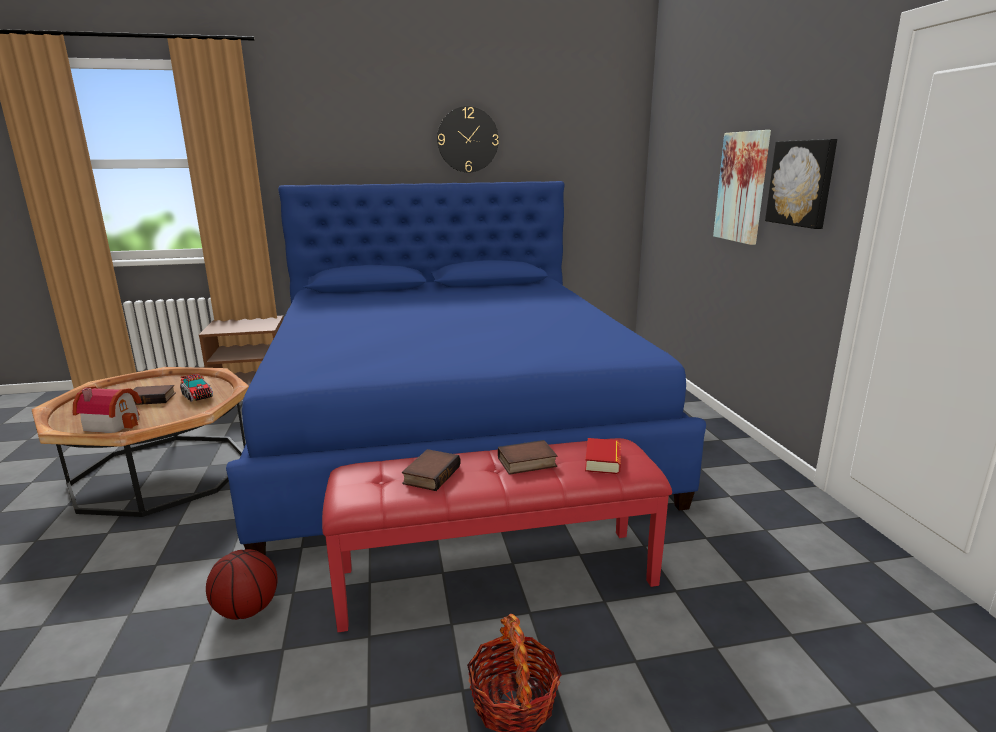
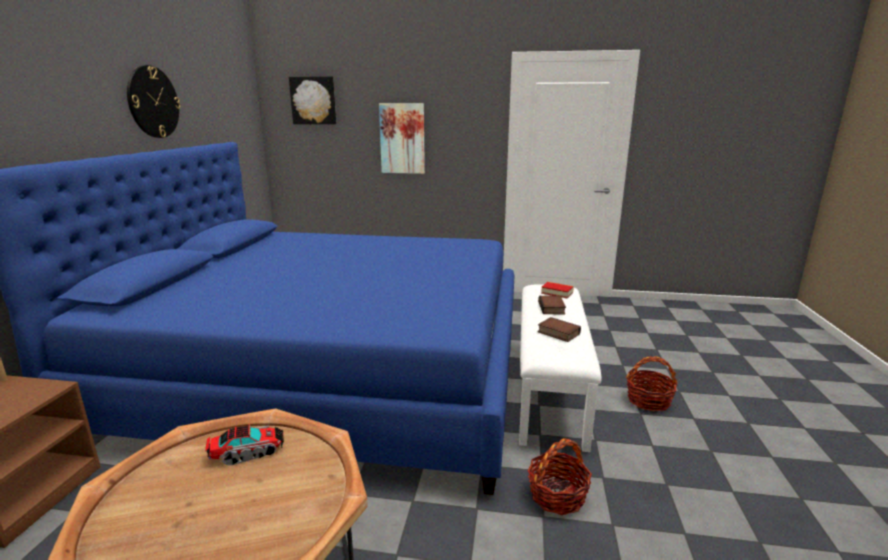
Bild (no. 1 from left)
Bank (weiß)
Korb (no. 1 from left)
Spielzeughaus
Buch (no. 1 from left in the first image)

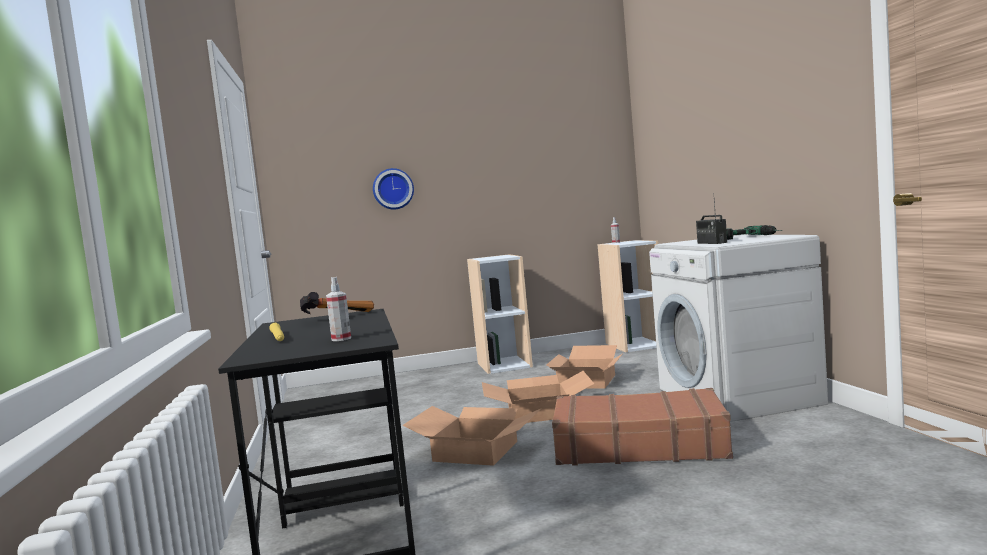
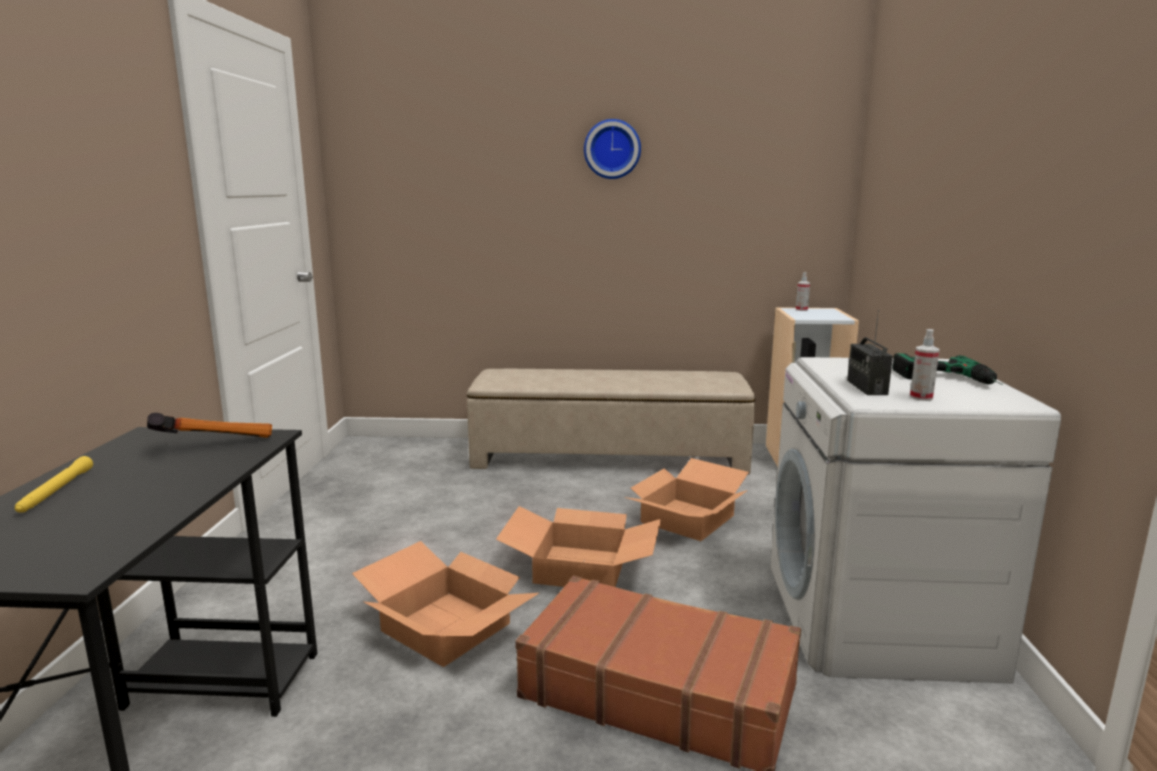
Bank (beige)
Wanduhr
Sprühflasche (no. 2 from left)

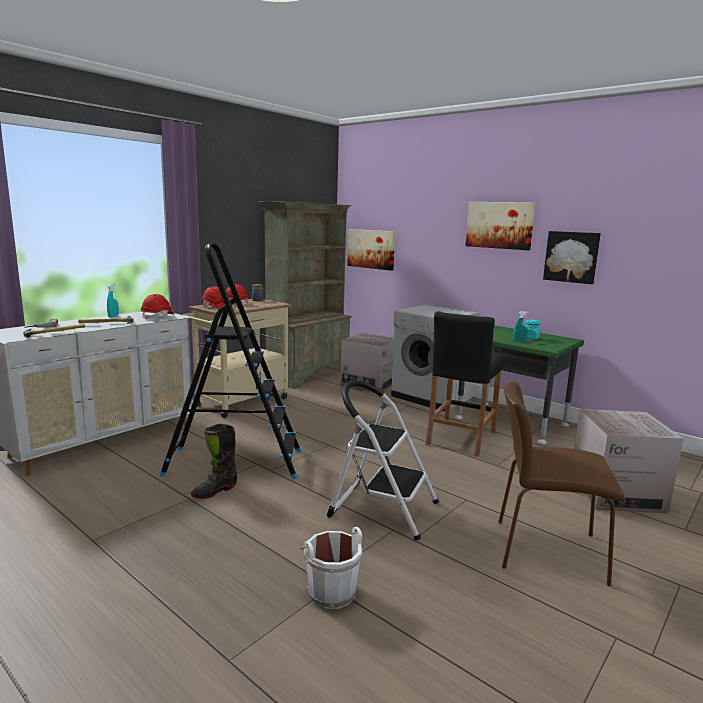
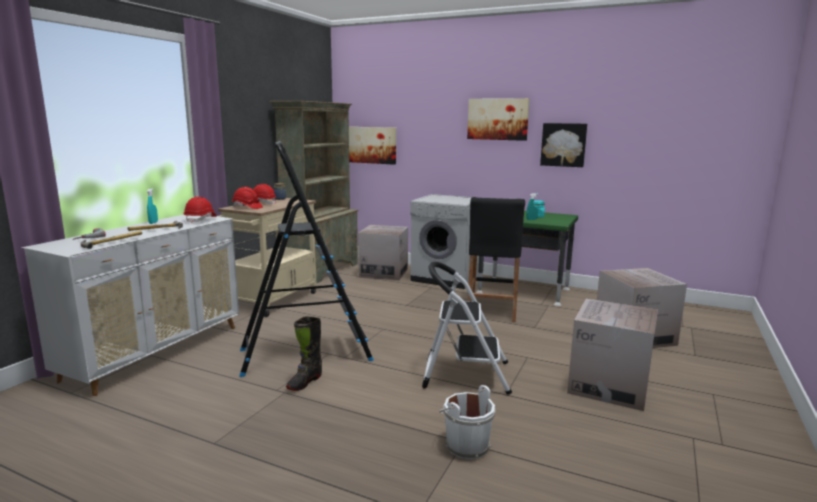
Karton (no. 2 from left)

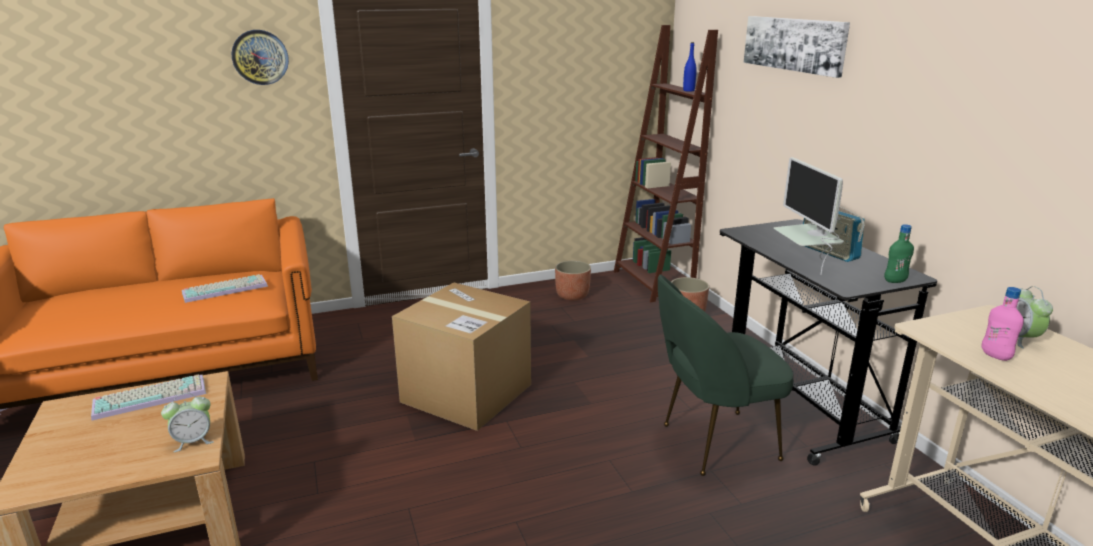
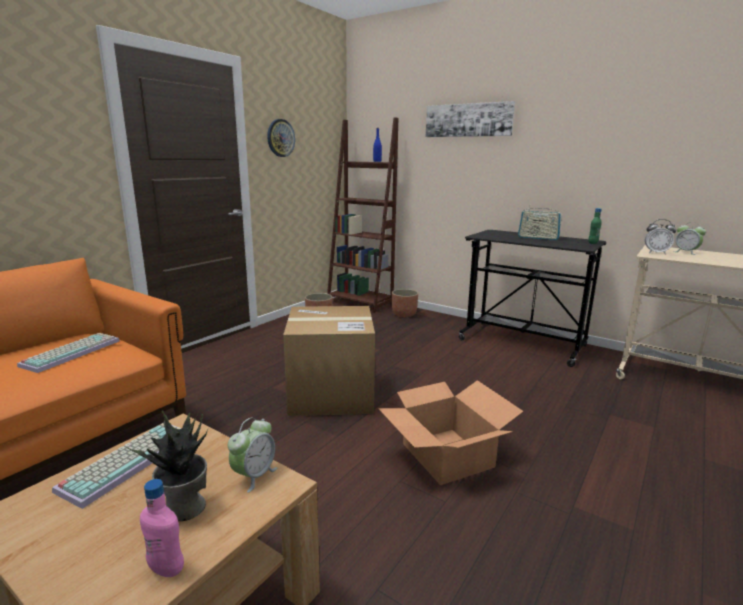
Topfpflanze
Flasche (rosa)
Wanduhr
Karton (no. 2 from left)
Wecker (no. 2 from left)
Stuhl (grün)
Monitor

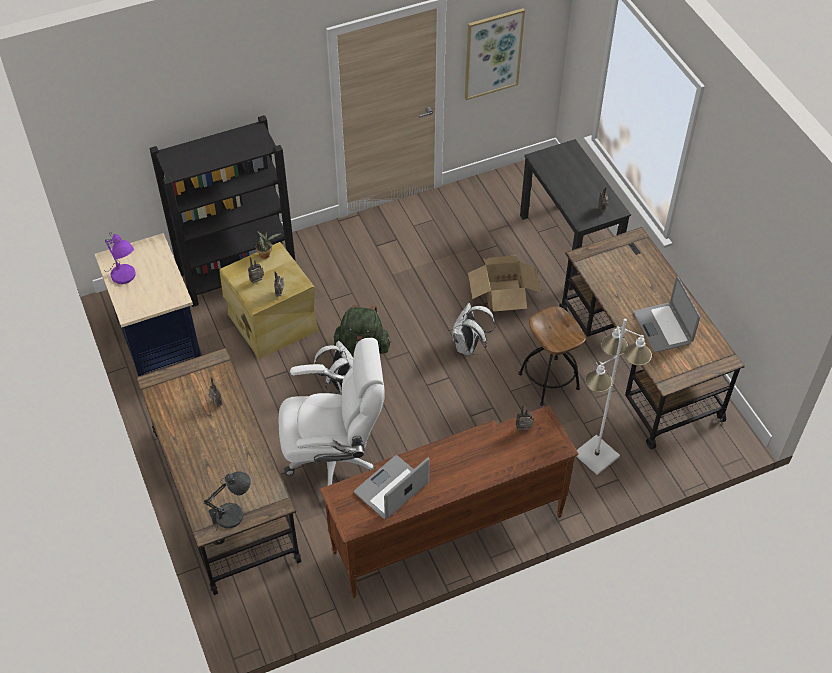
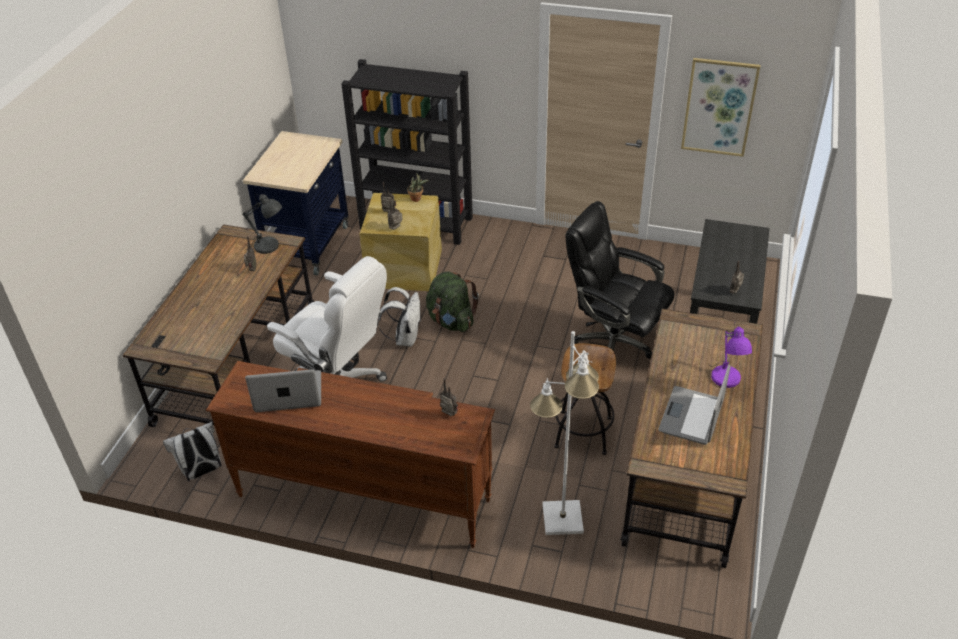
Rucksack (weiß) (no. 1 from left)
Tischlampe (grau)
Bürostuhl (schwarz)
Tischlampe (lila)

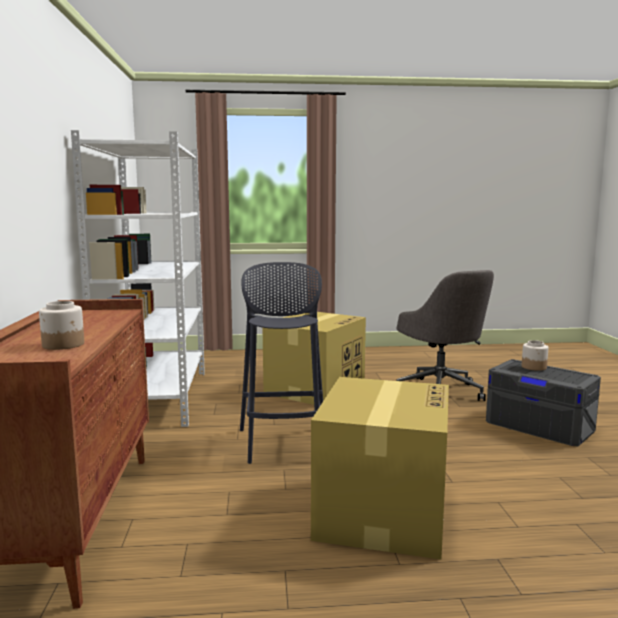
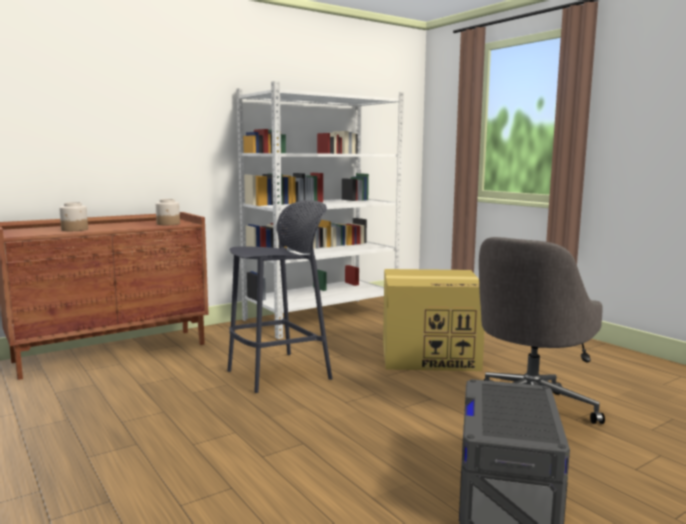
Vorratsglas (no. 2 from left)
Karton (no. 2 from left in the first image)

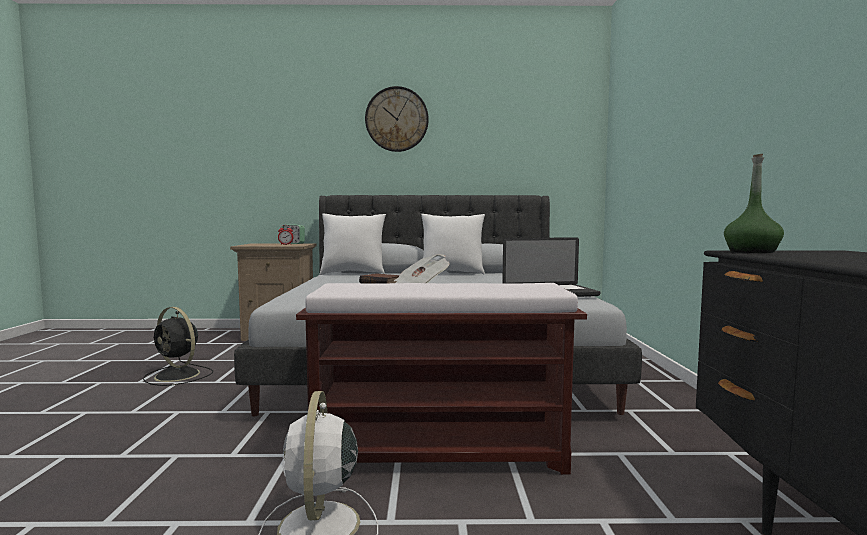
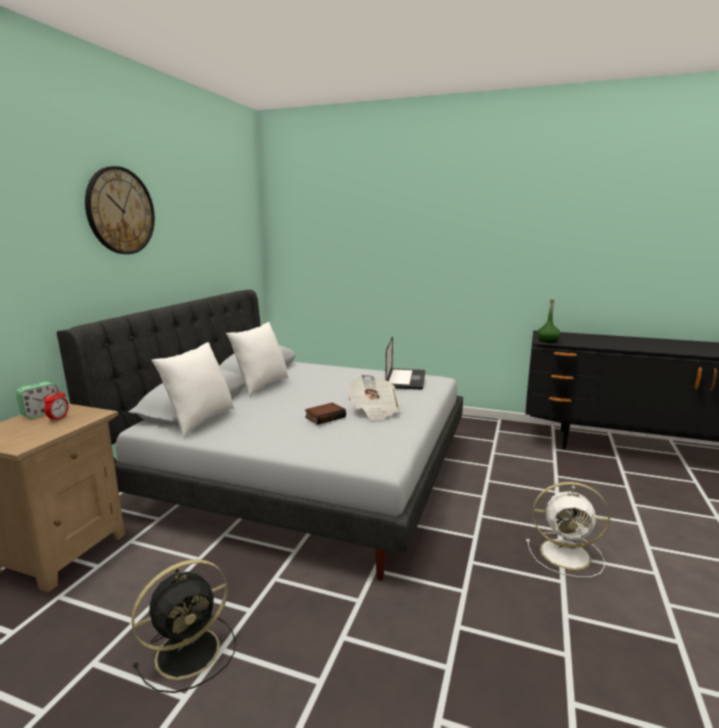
Bank (braun)

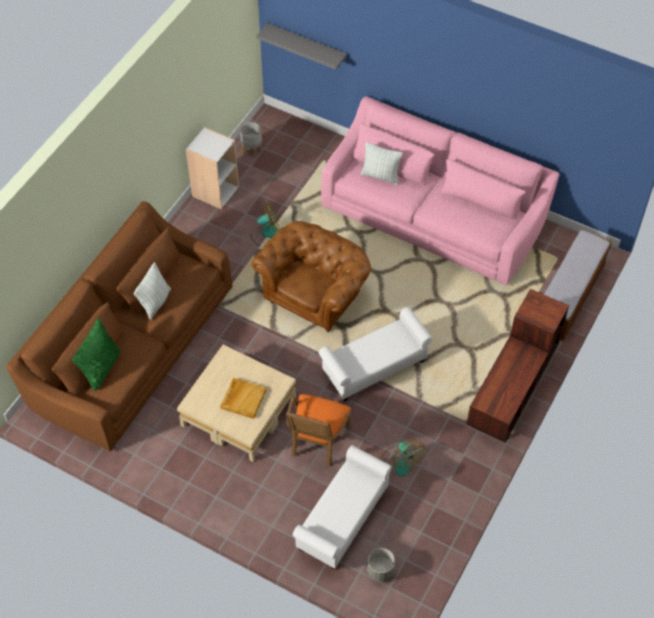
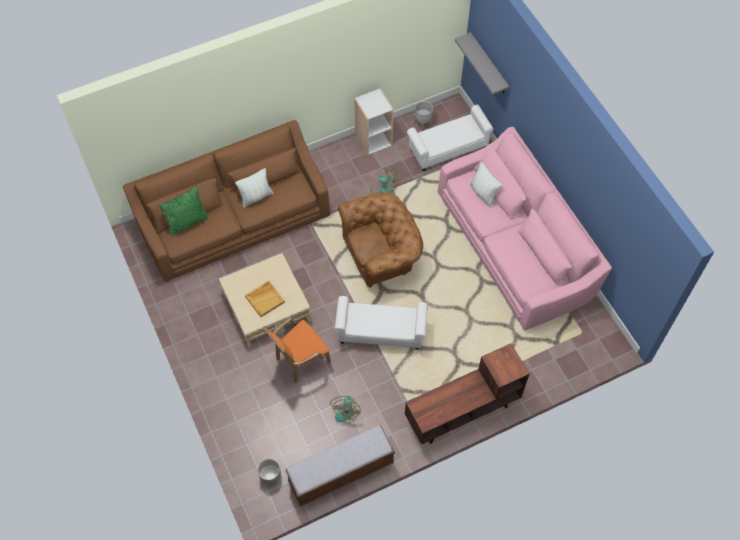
Bank
Polsterhocker (weiß) (no. 2 from left)

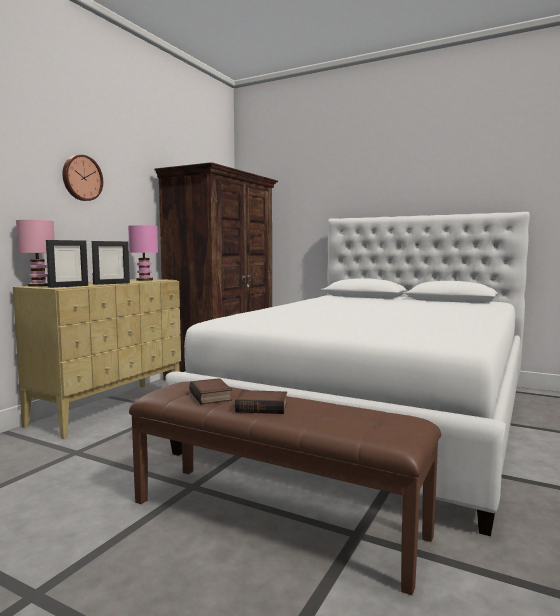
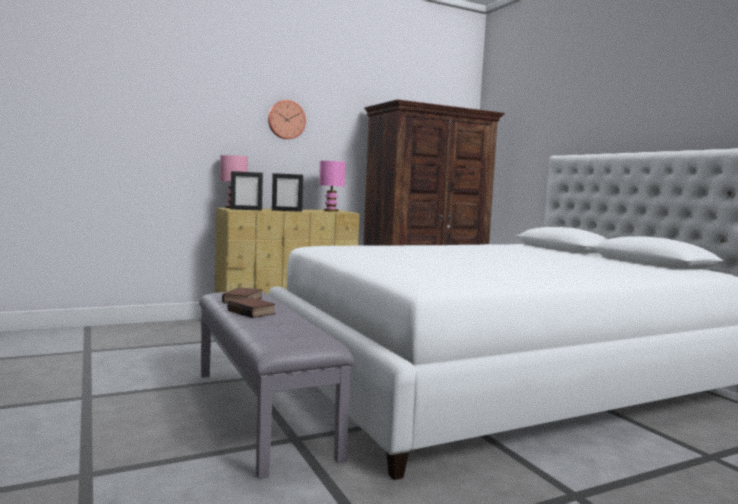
Bank (grau)

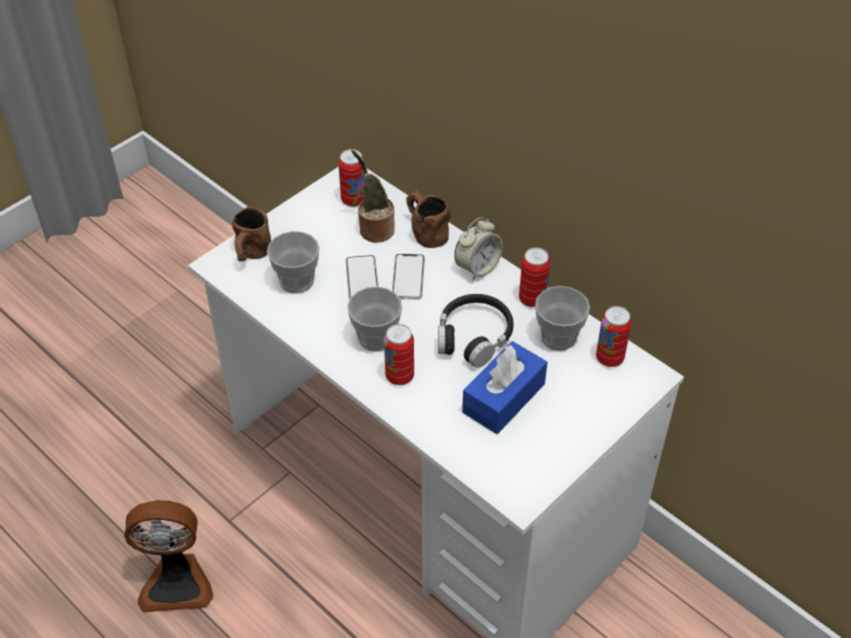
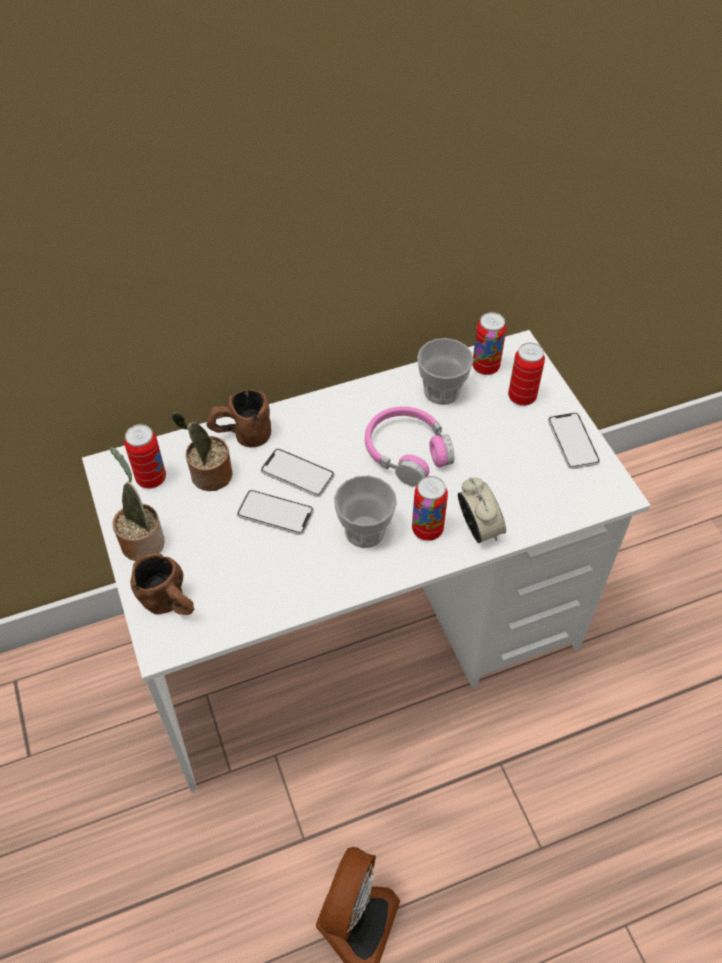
Topfpflanze (no. 1 from left)
Kopfhörer (rosa)
Wecker
Dose (no. 4 from left)
Handy (no. 3 from left)
Tasse (no. 1 from left in the first image)
Taschentuchbox (blau)

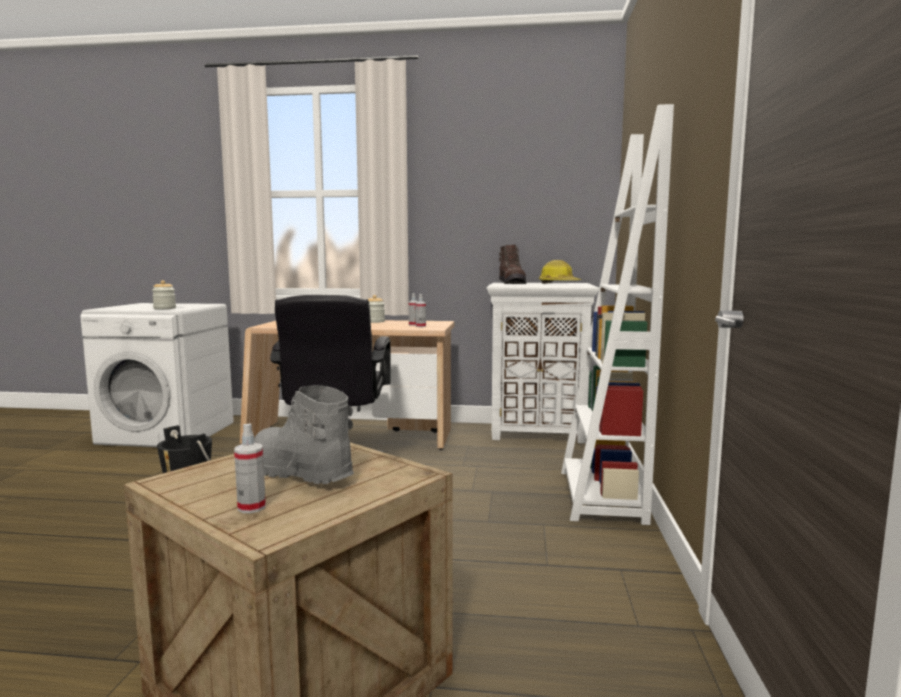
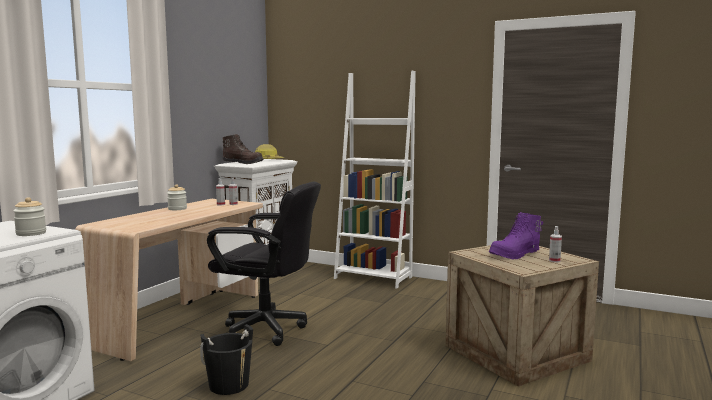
Stiefel (lila)

